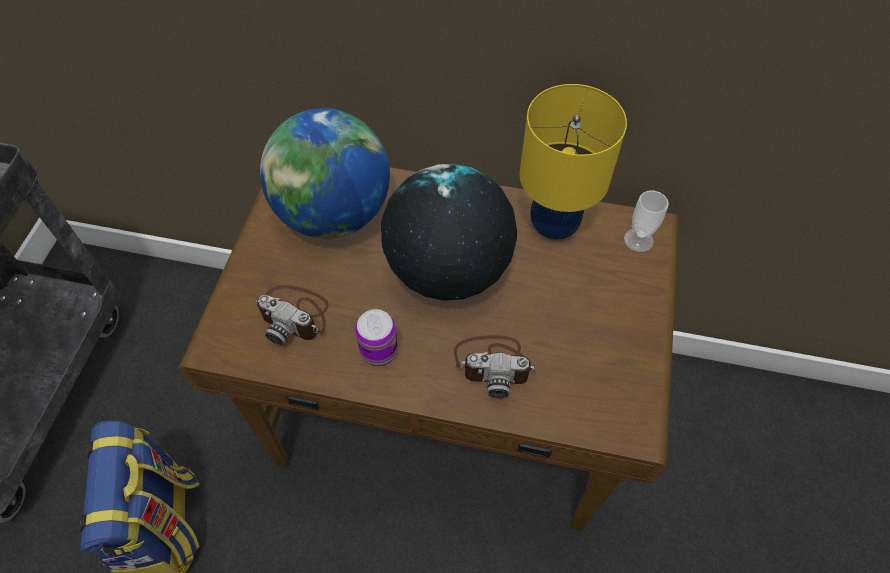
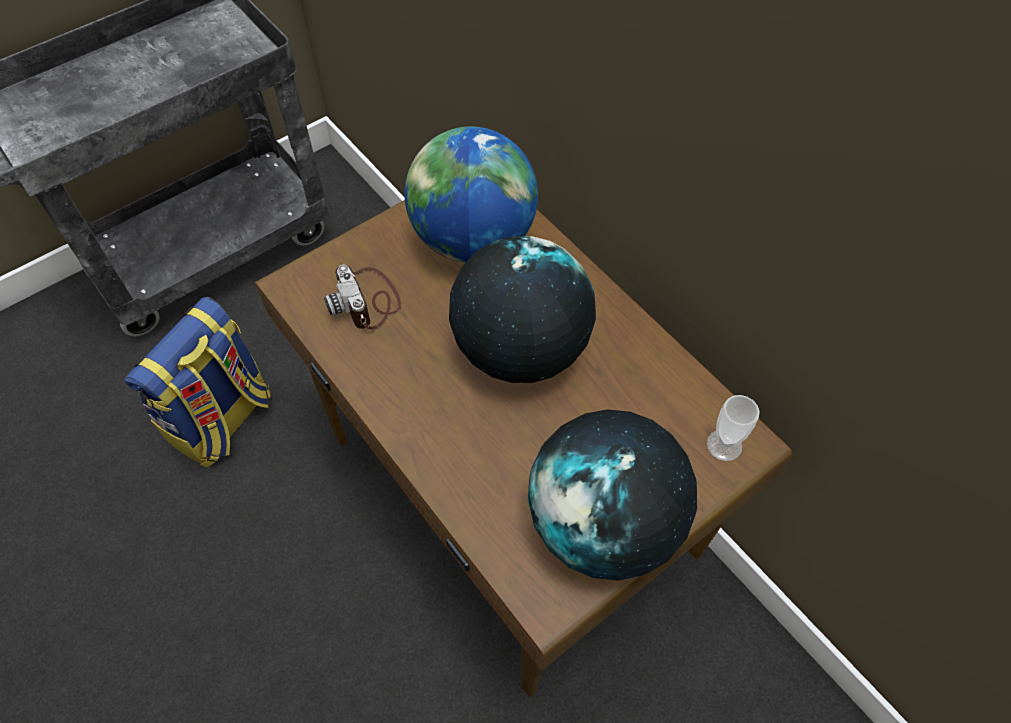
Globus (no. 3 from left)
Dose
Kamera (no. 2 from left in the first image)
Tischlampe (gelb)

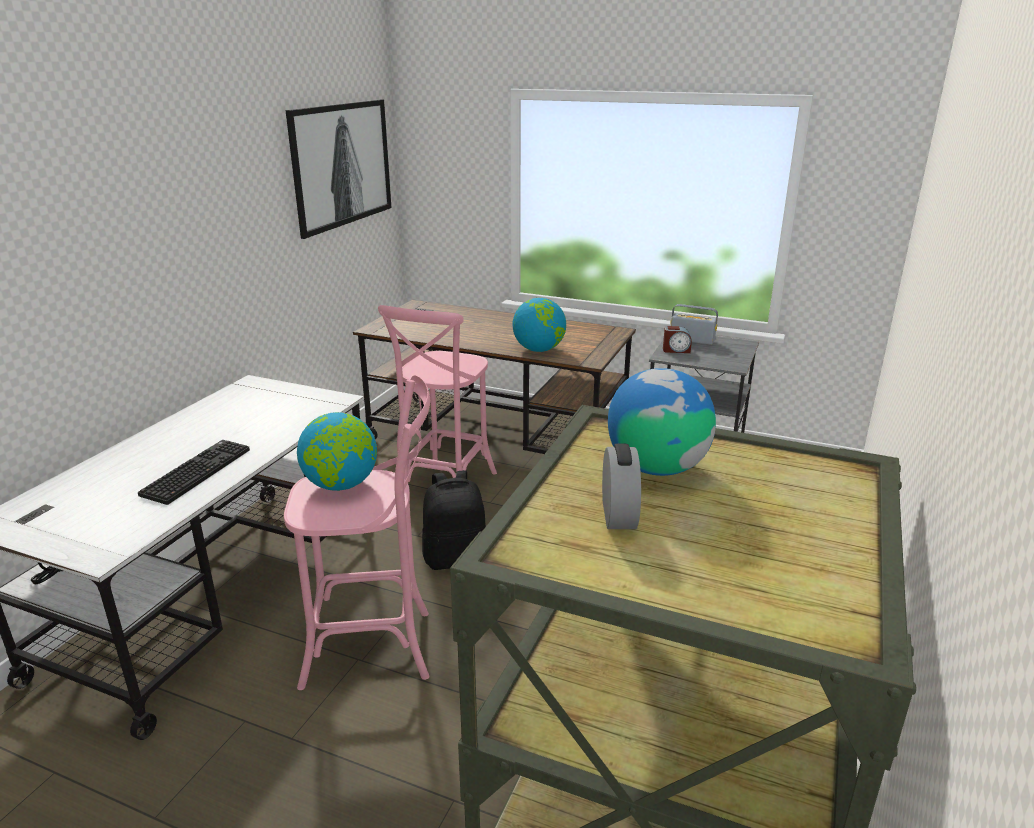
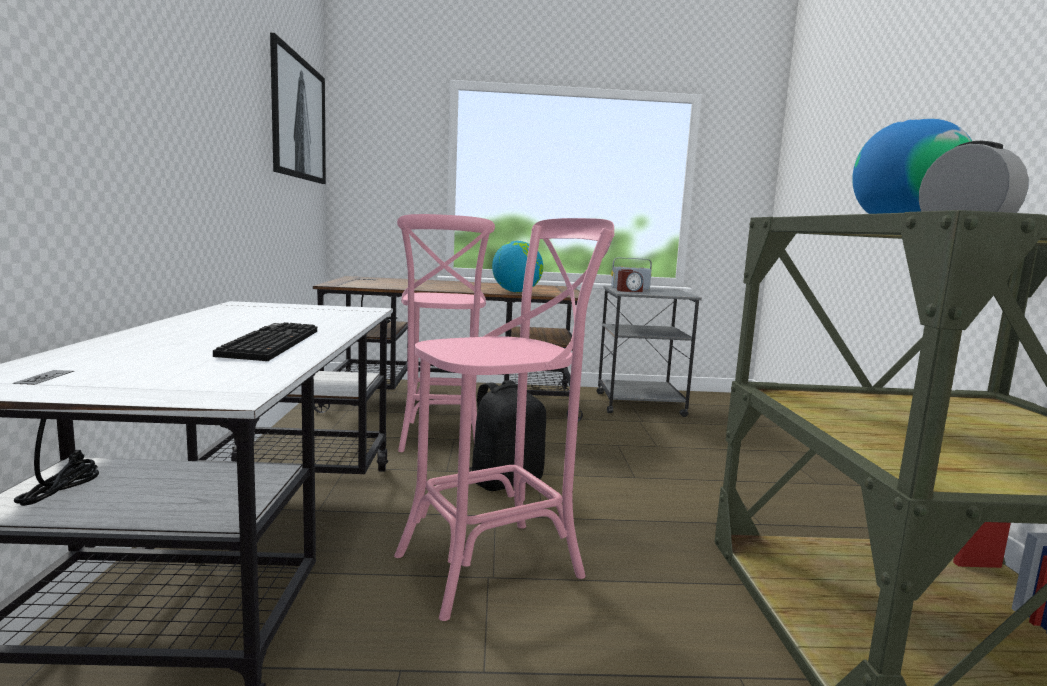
Globus (no. 1 from left in the first image)

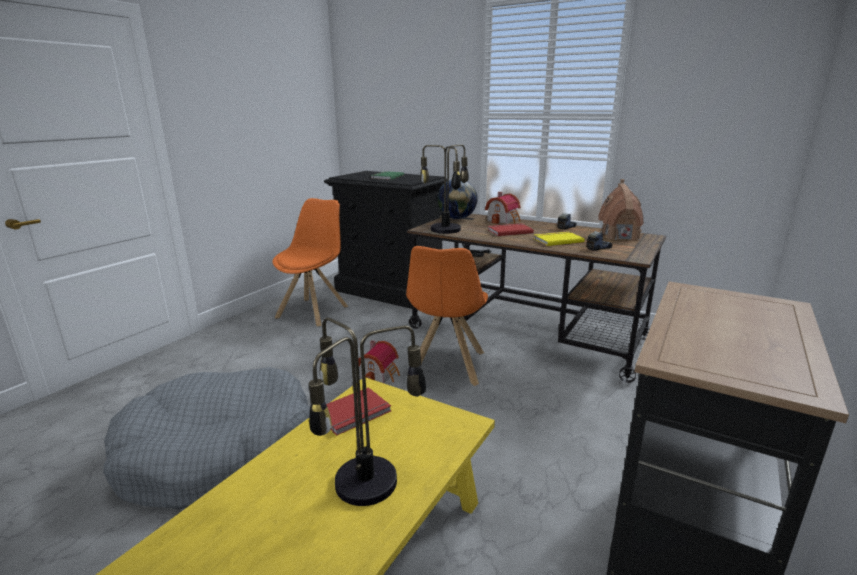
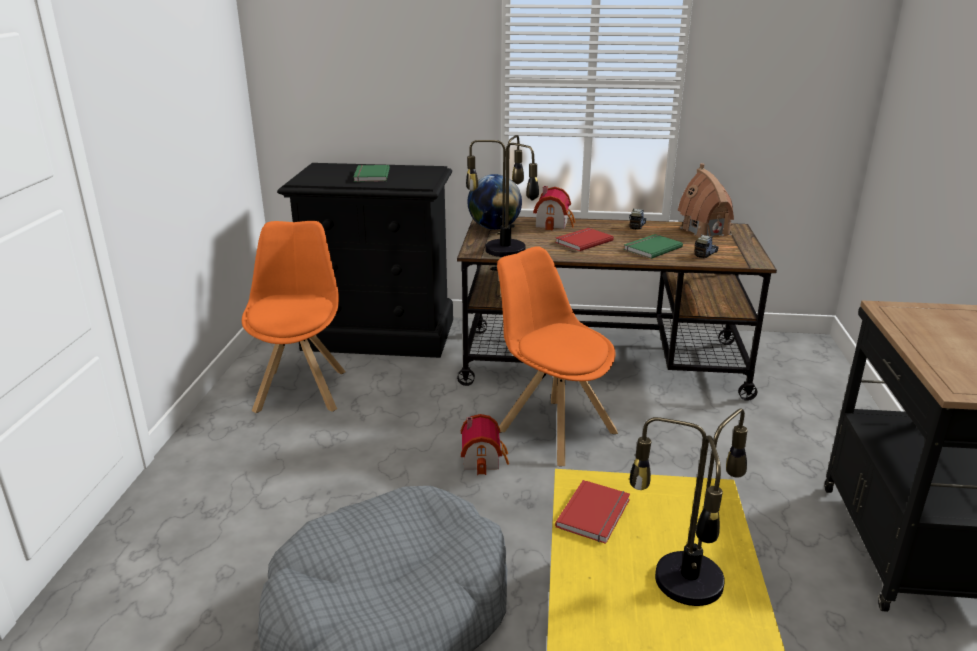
Stuhl (orange) (no. 2 from left)
Buch (grün) (no. 2 from left)

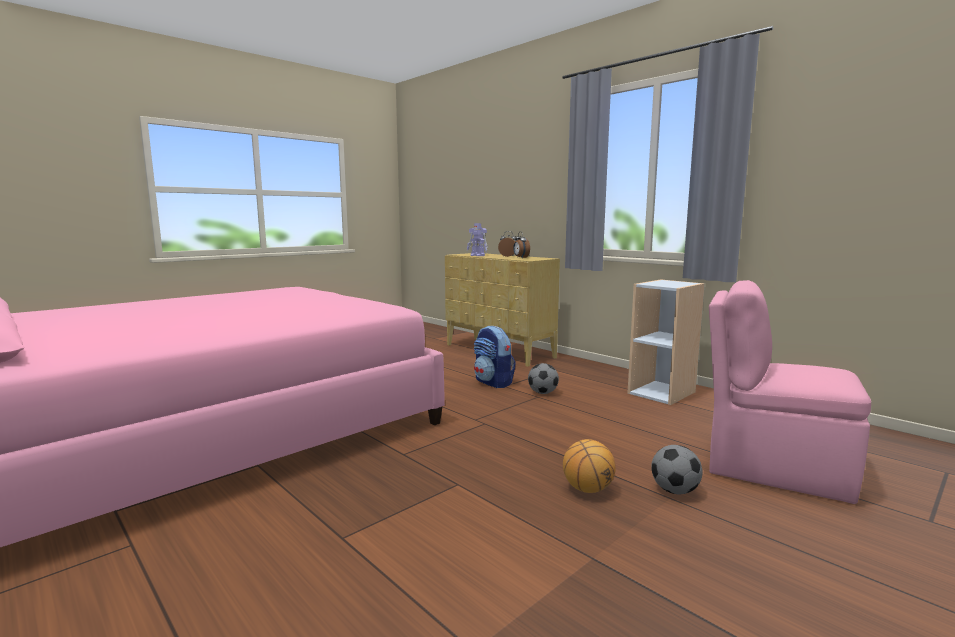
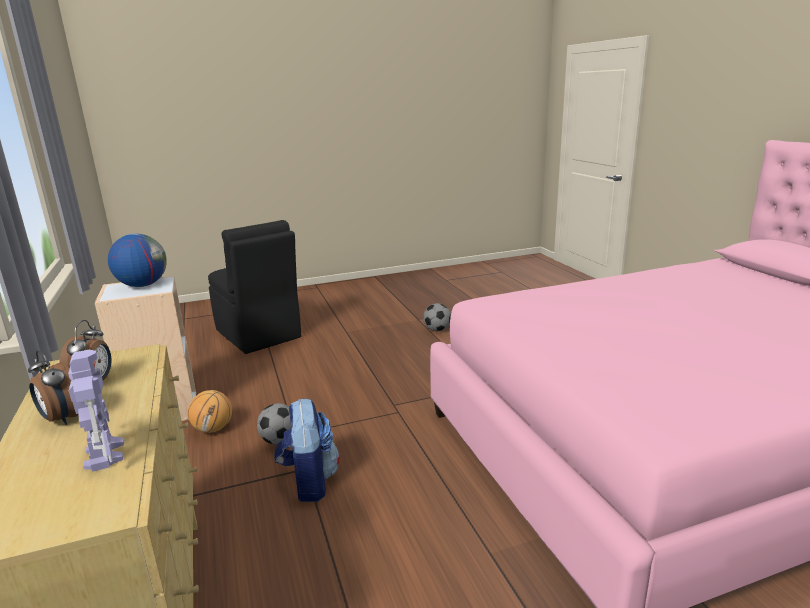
Globus
Basketball
Stuhl (schwarz)
Fußball (no. 2 from left)

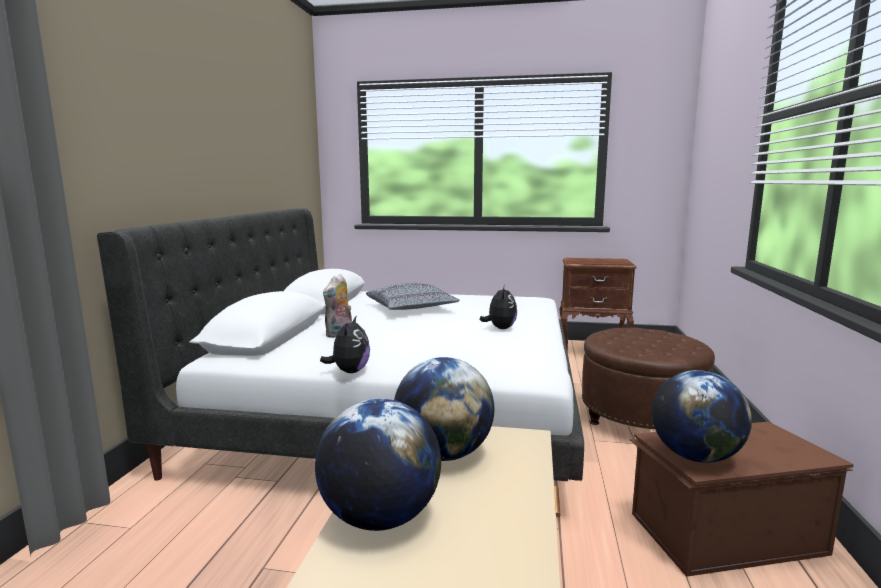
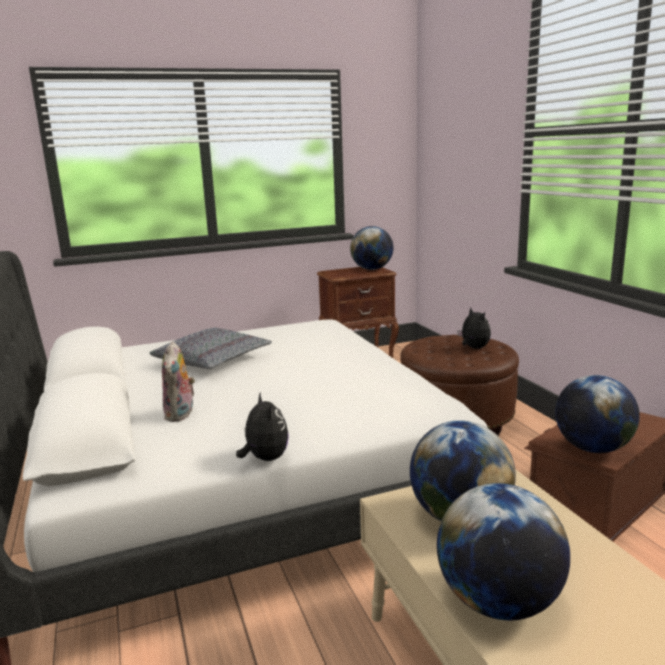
Globus (no. 1 from left)
Plüschtier (no. 3 from left)

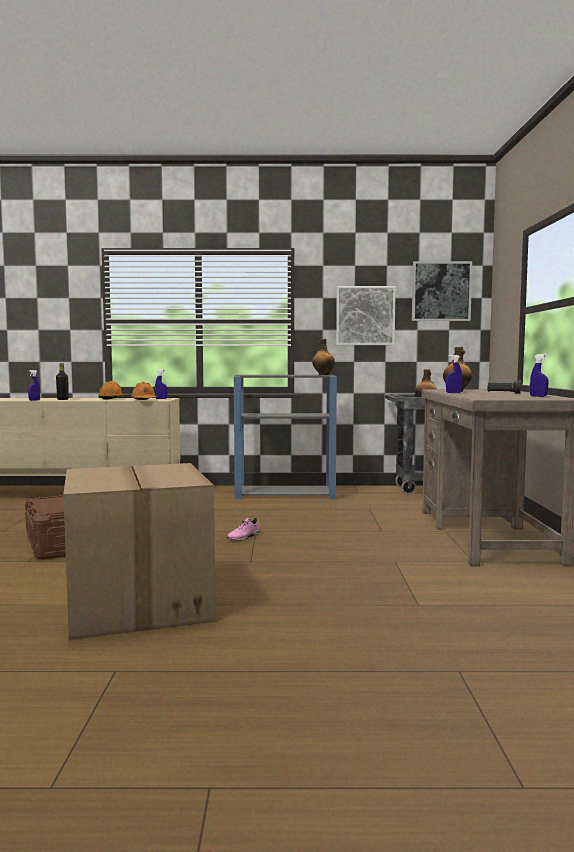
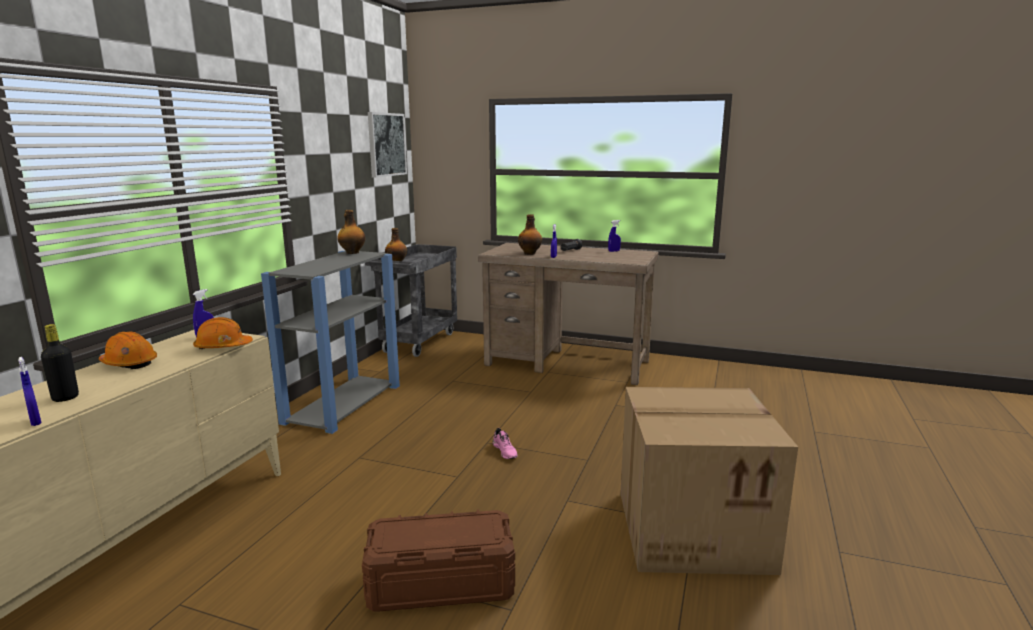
Bild (no. 1 from left in the first image)

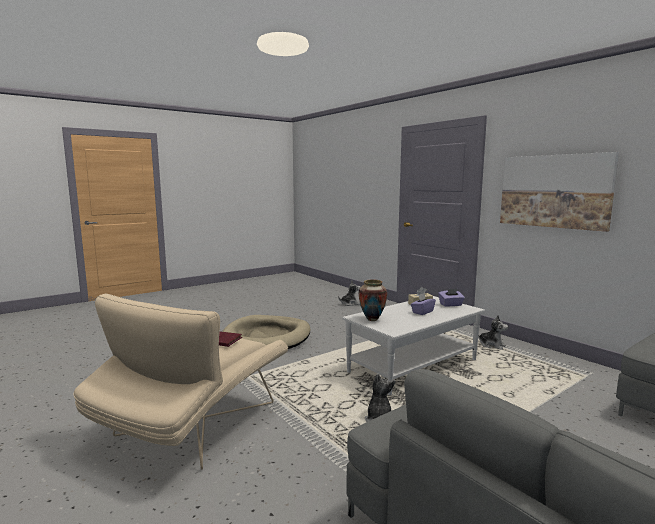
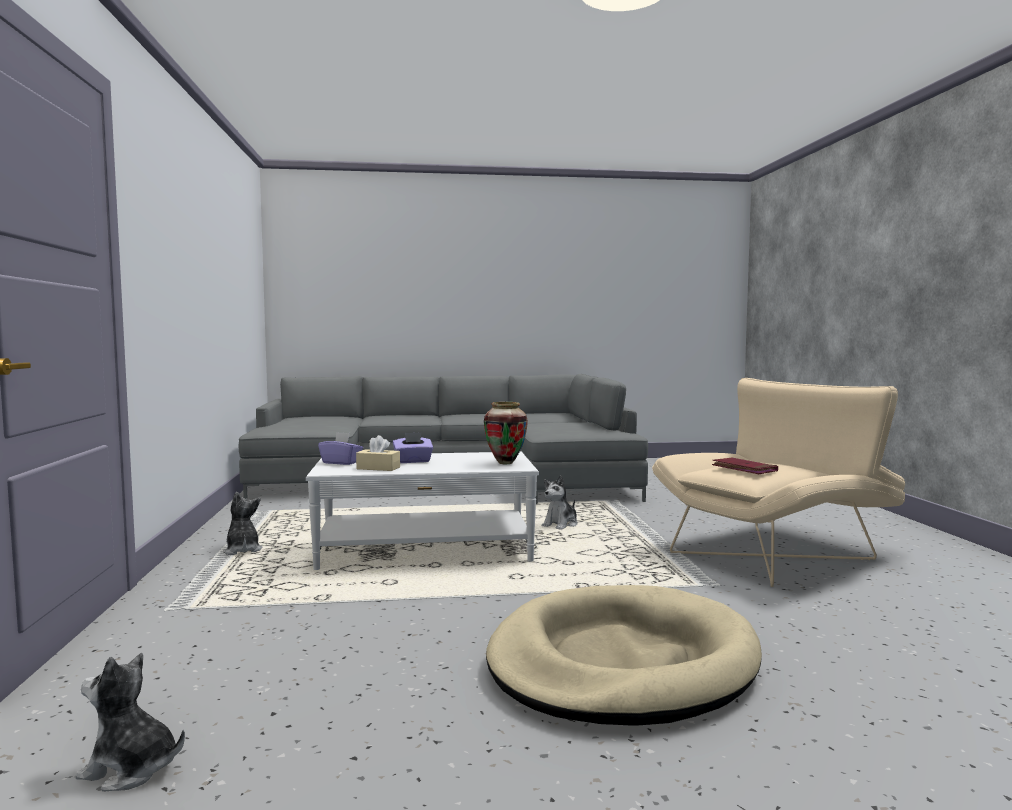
Bild

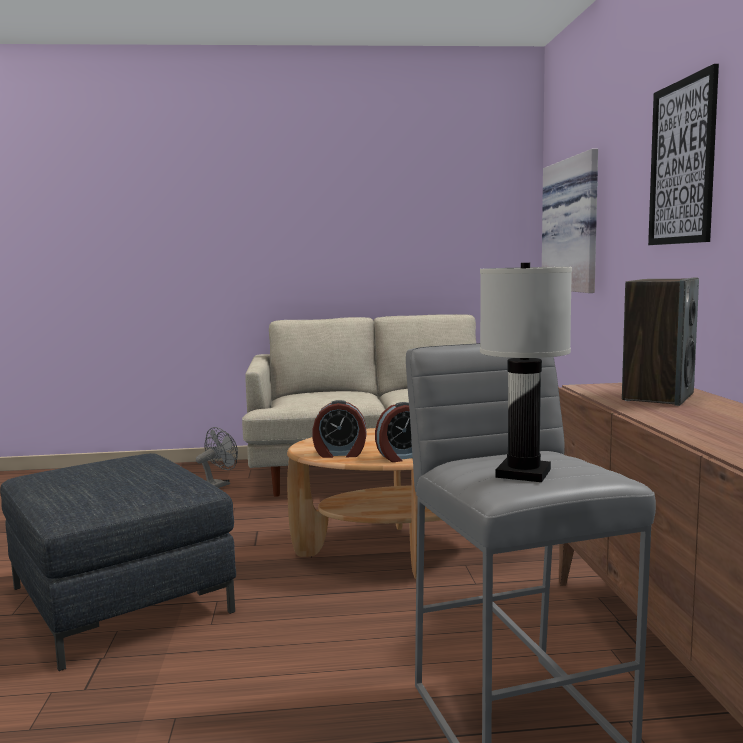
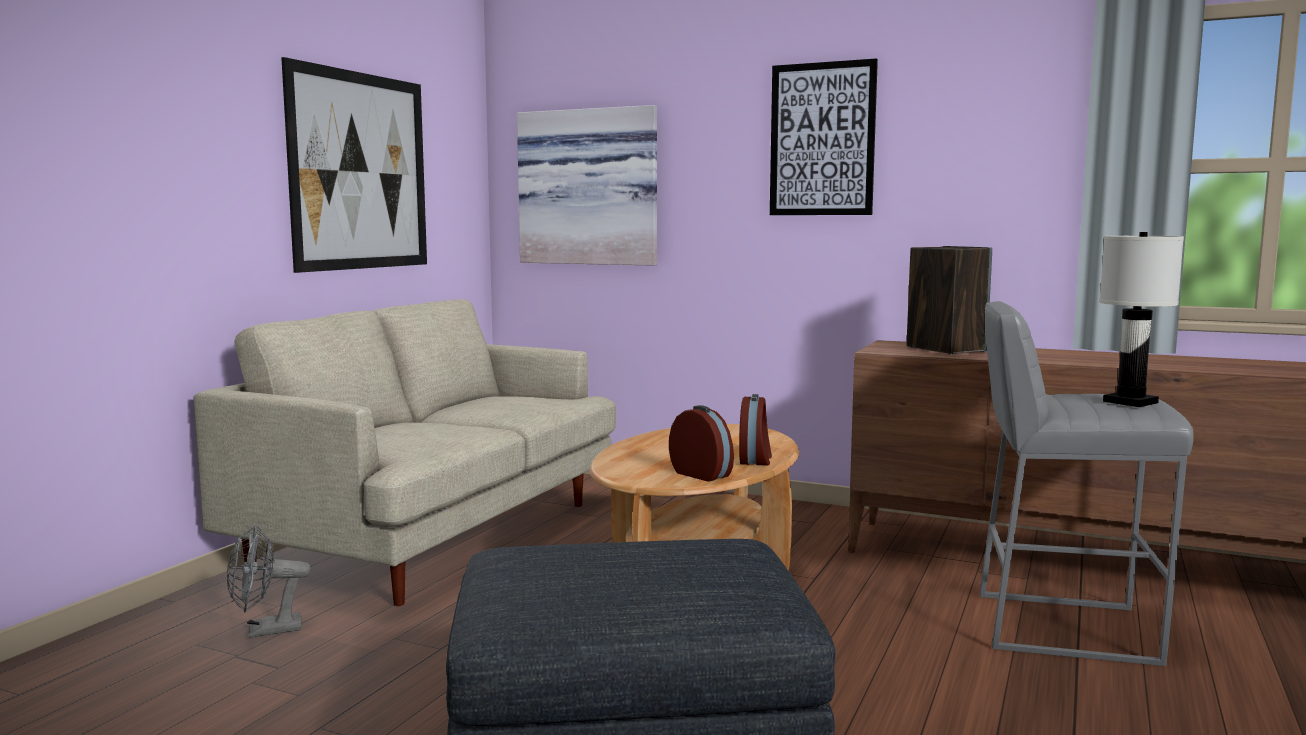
Ventilator (grau)
Bild (no. 1 from left)
Wecker (no. 1 from left)

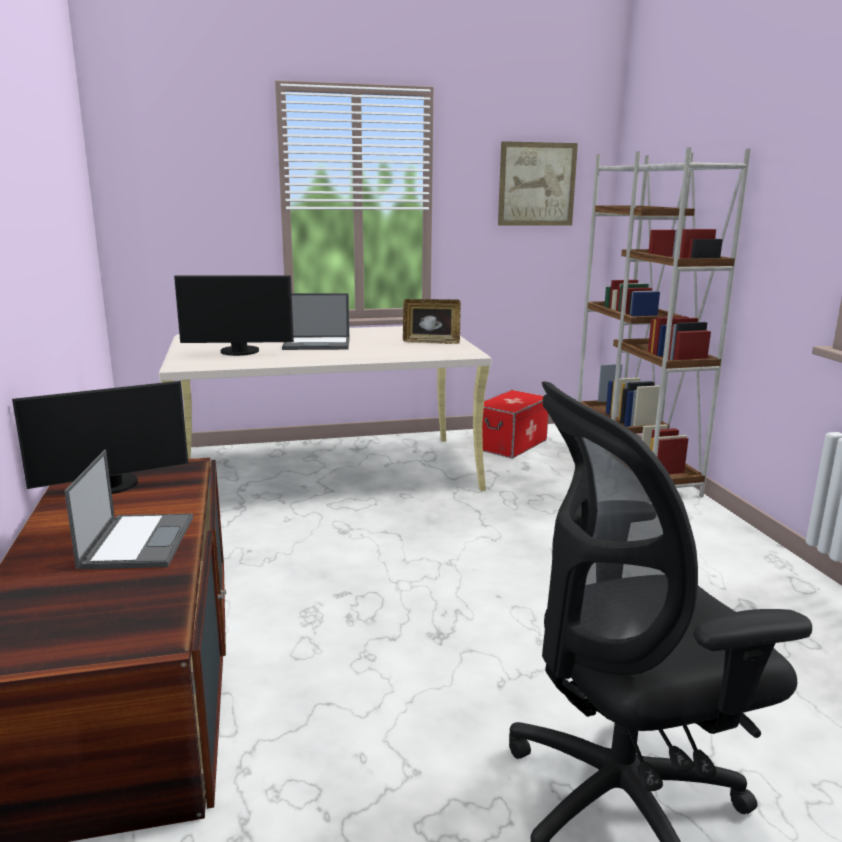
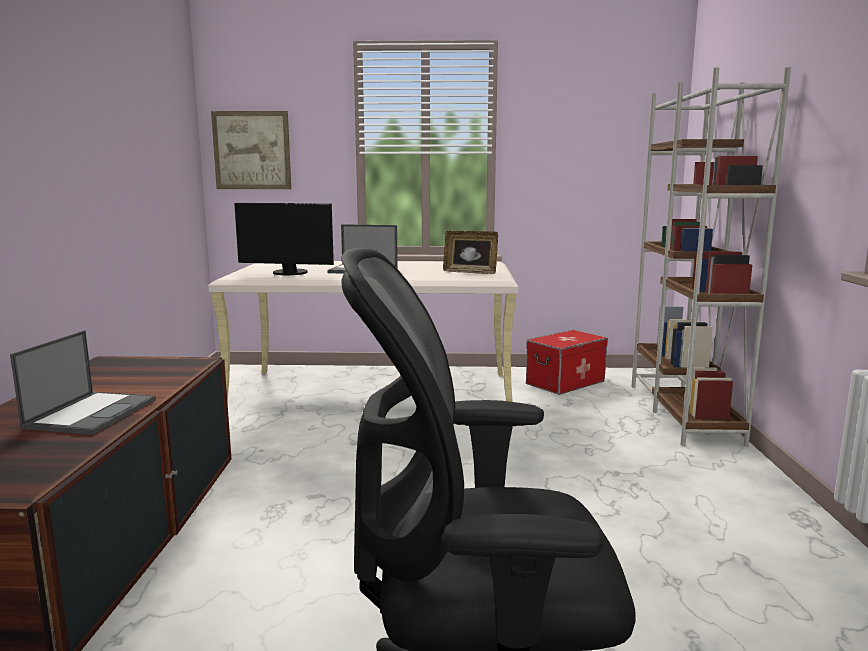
Bild
Monitor (no. 1 from left in the first image)

